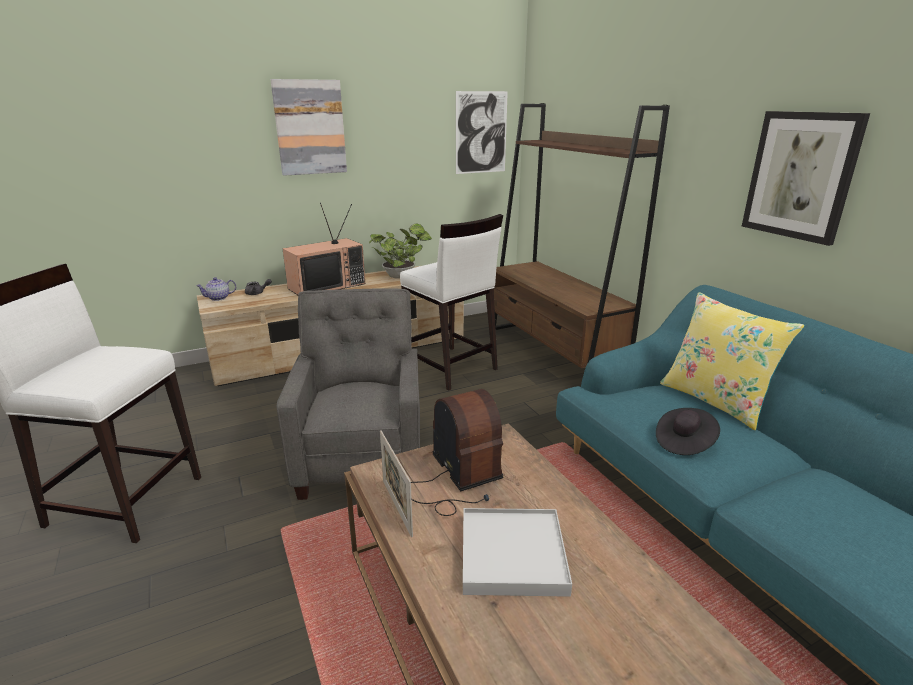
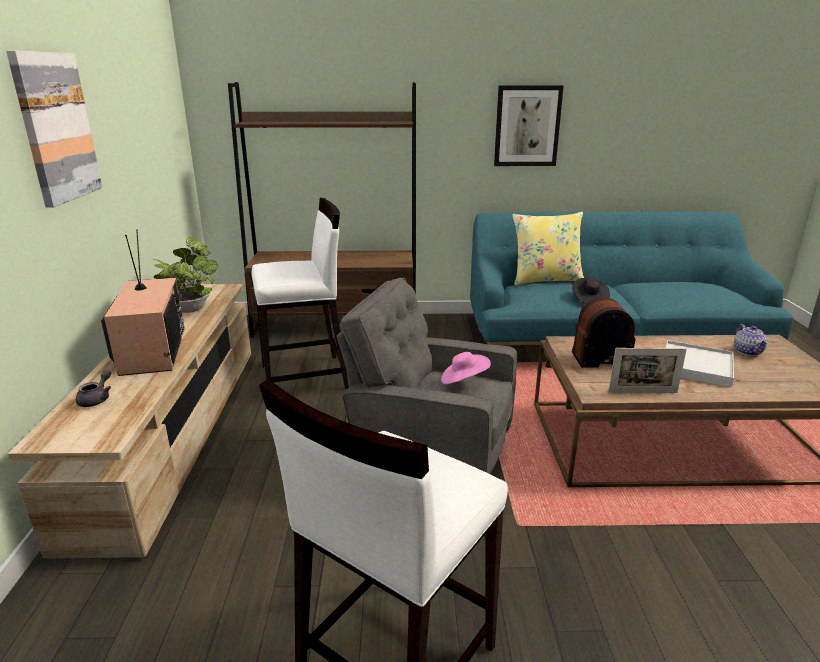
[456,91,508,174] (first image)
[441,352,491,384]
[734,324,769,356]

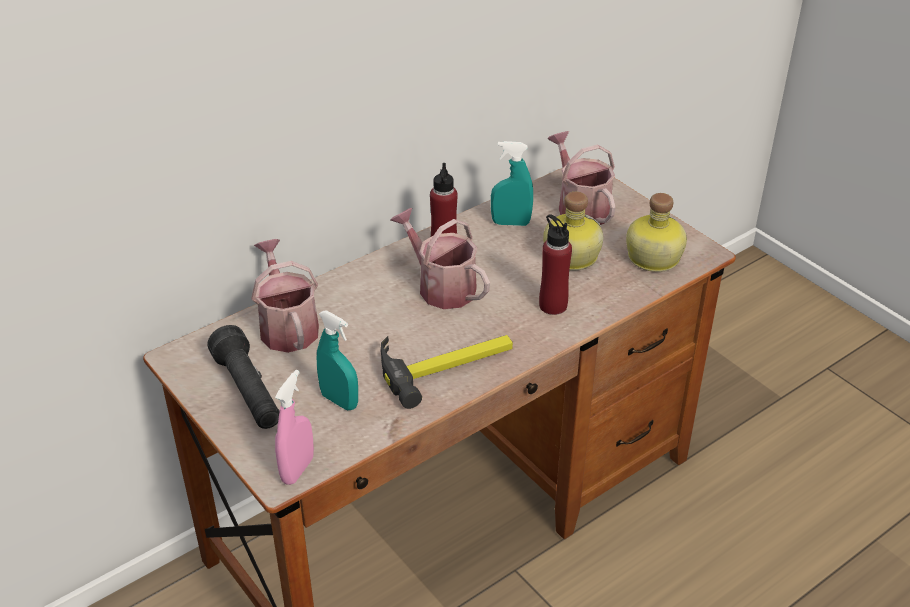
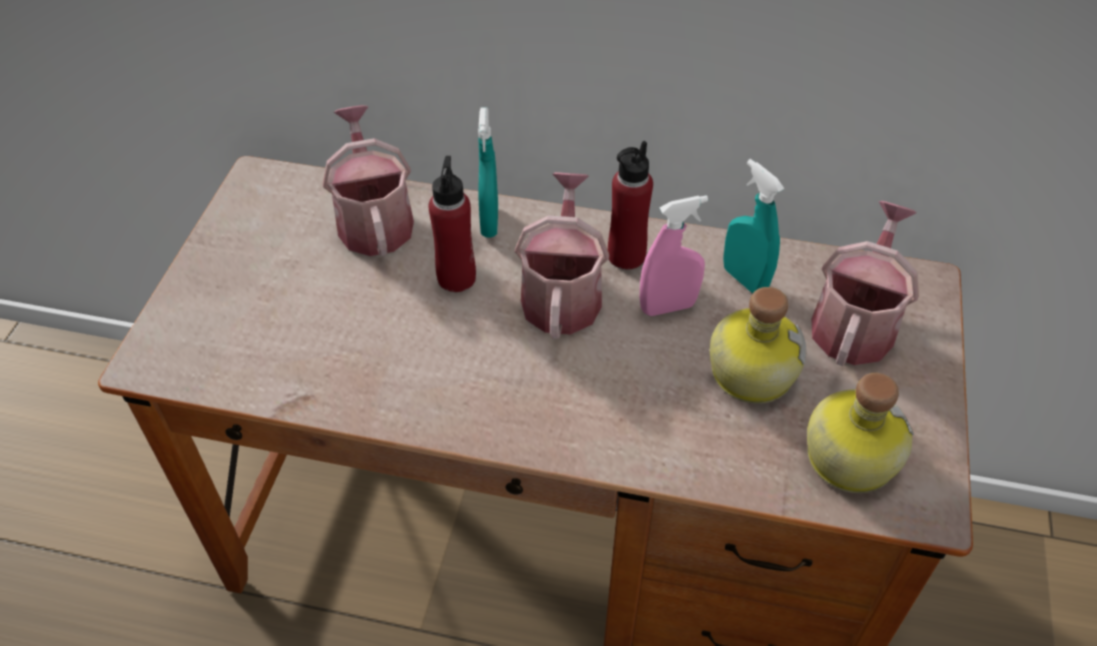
[207,325,280,429] (first image)
[381,335,513,409] (first image)
[640,195,708,316]
[478,108,498,238]
[428,156,476,292]
[322,105,414,256]

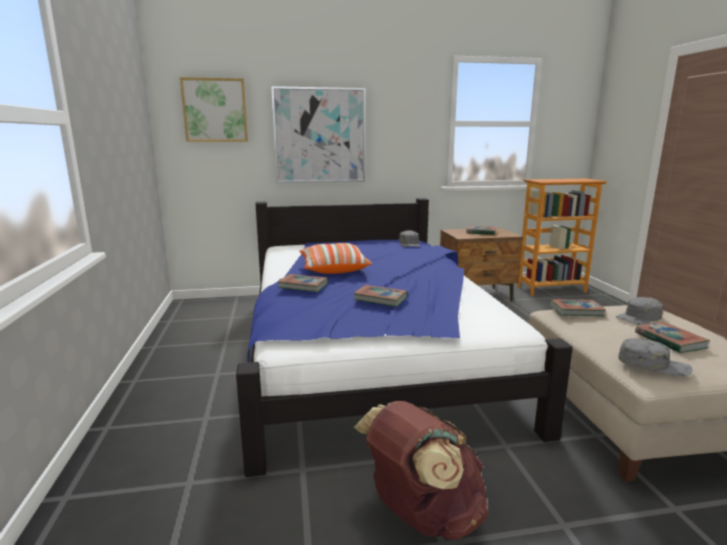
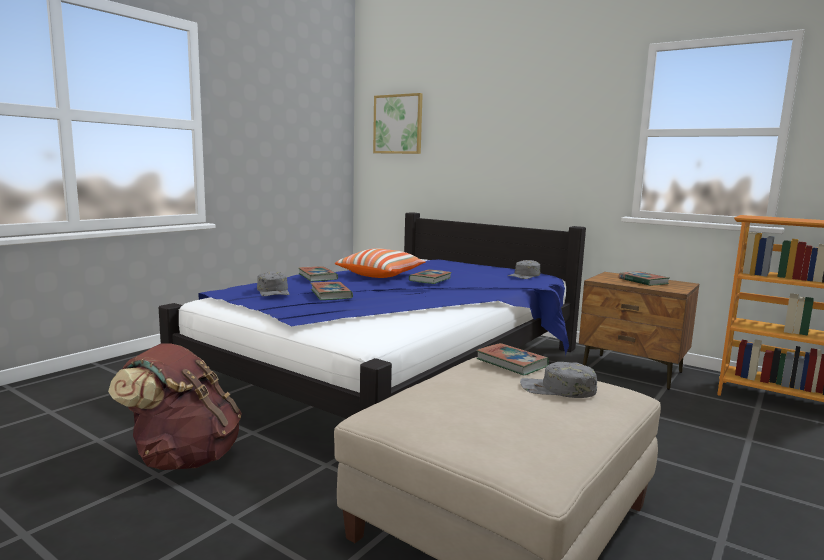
[271,86,365,183] (first image)
[257,271,289,296]
[409,269,452,284]

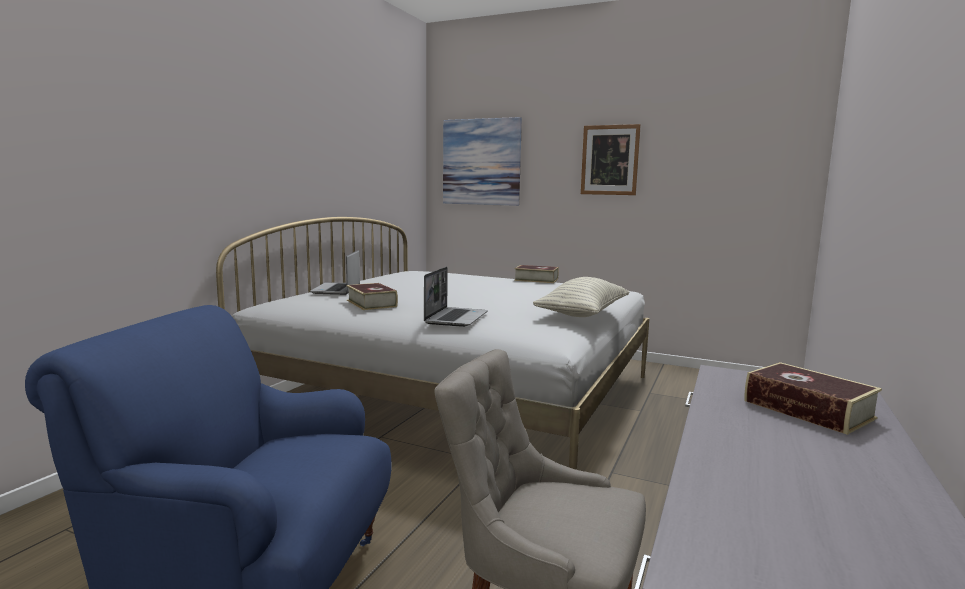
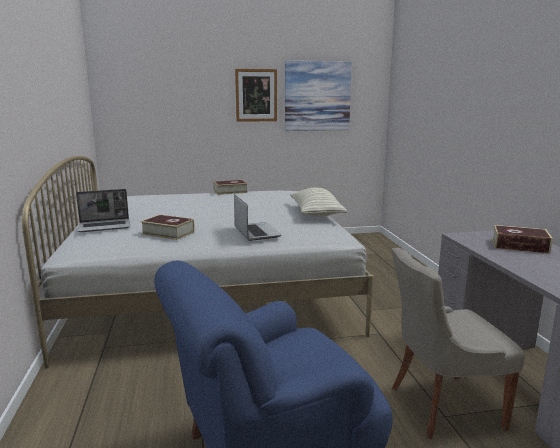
[285,61,352,131]
[76,189,130,232]

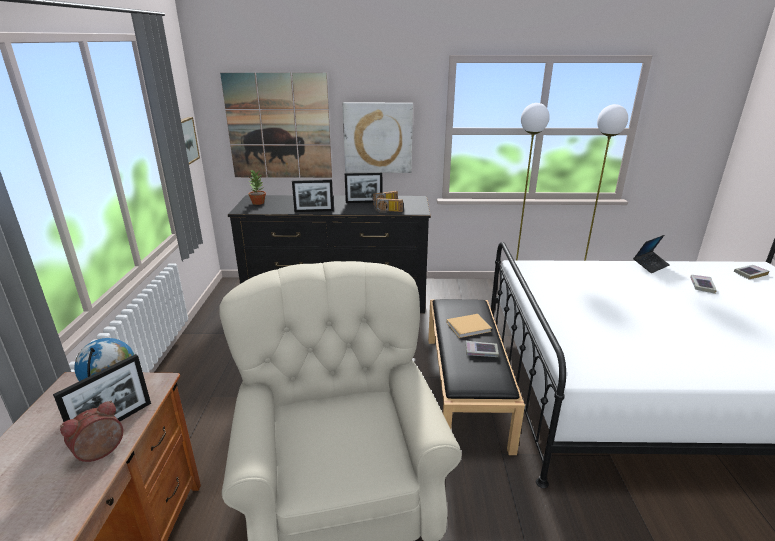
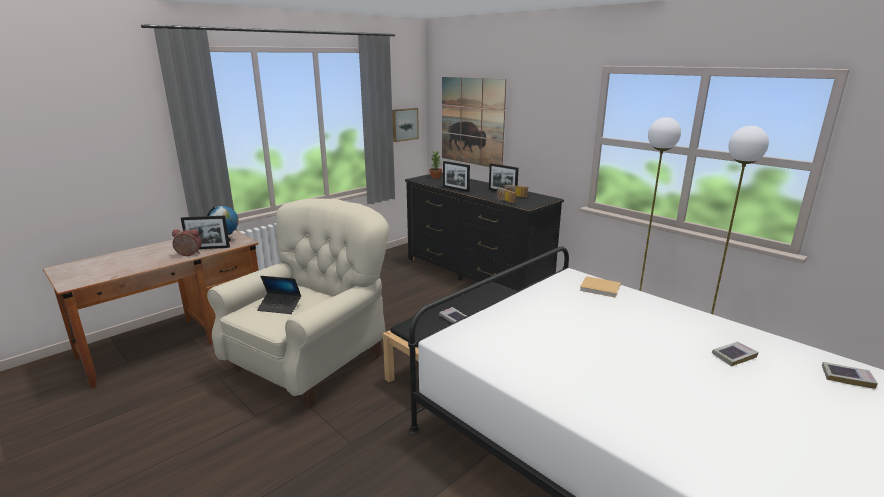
[343,103,413,173] (first image)
[580,276,621,298]
[257,276,301,314]

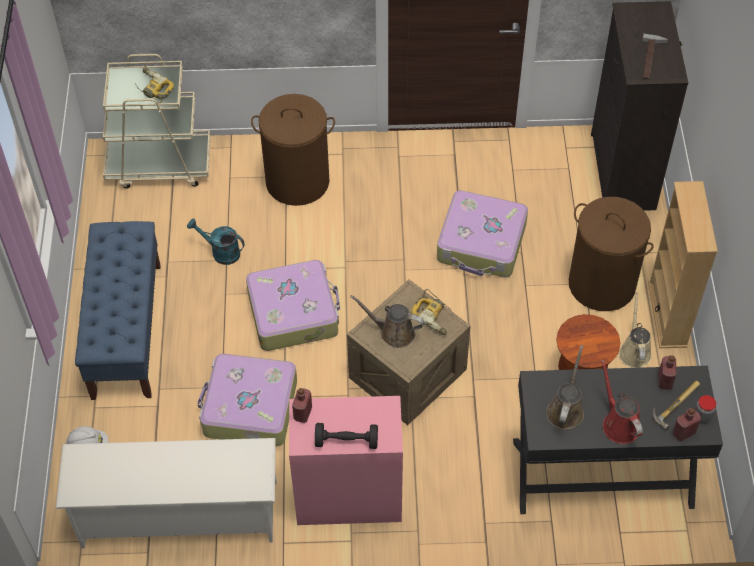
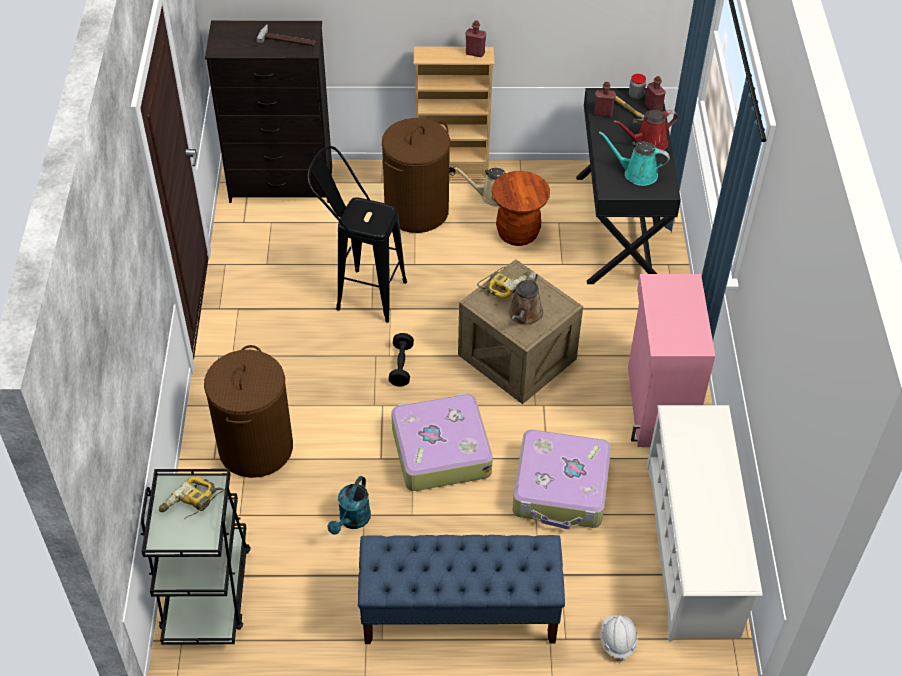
[466,21,486,57]
[389,333,414,387]
[307,146,407,323]
[141,469,251,645]
[599,132,670,186]

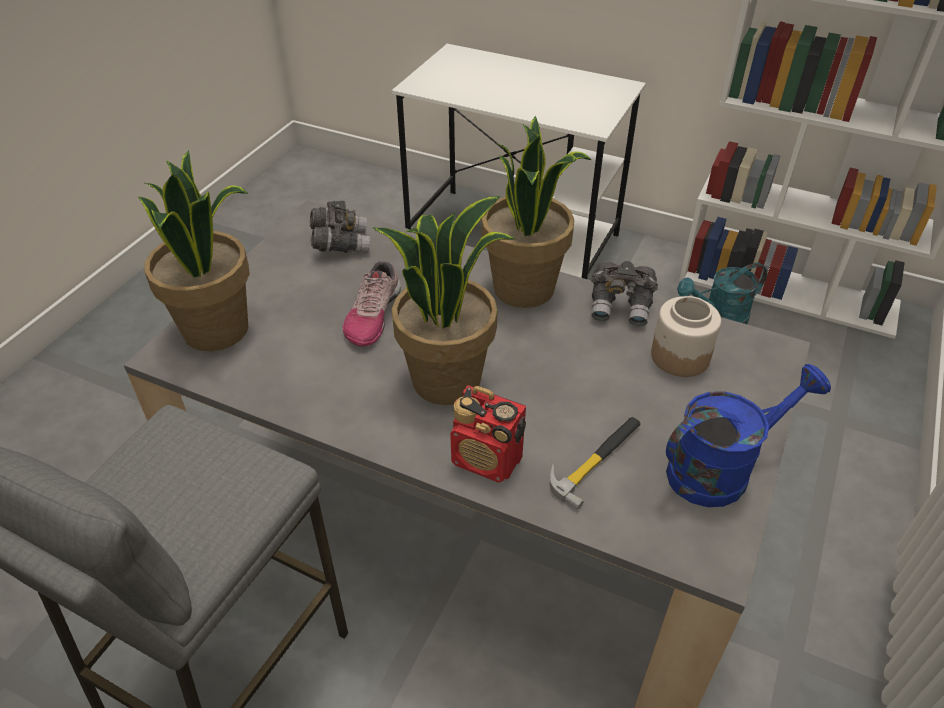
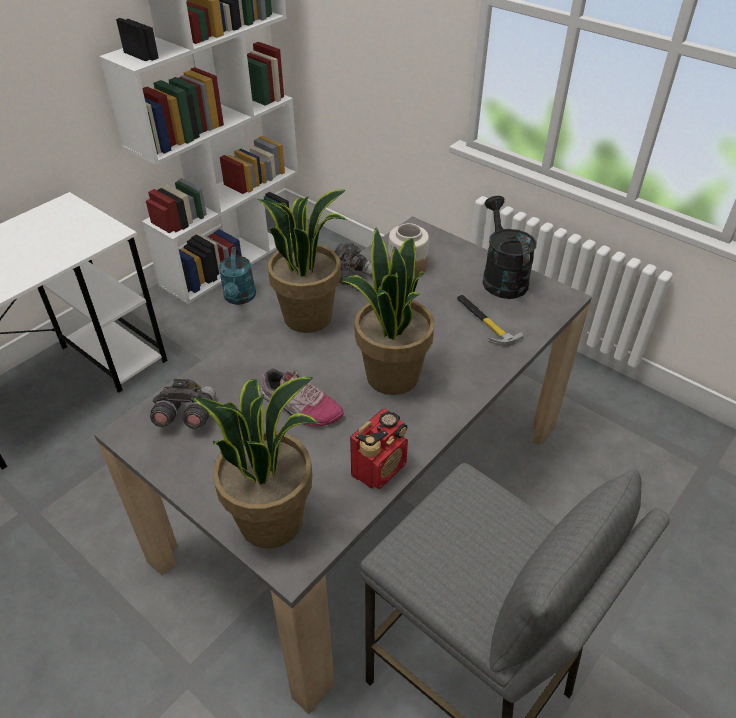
[350,409,408,489]
[482,196,537,299]

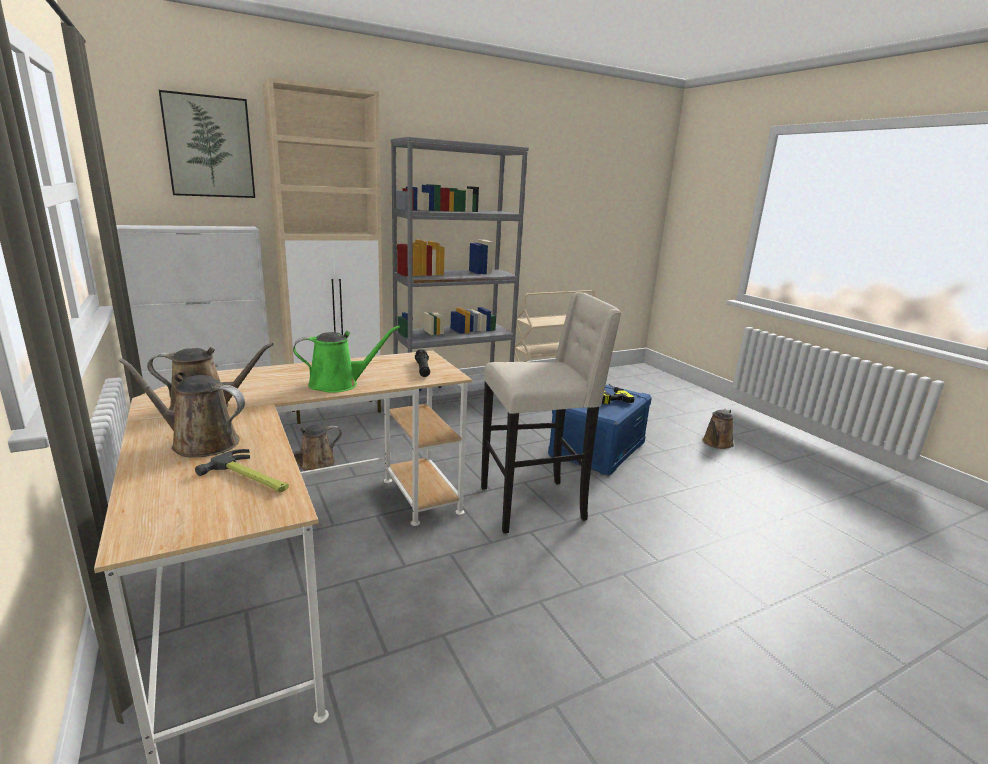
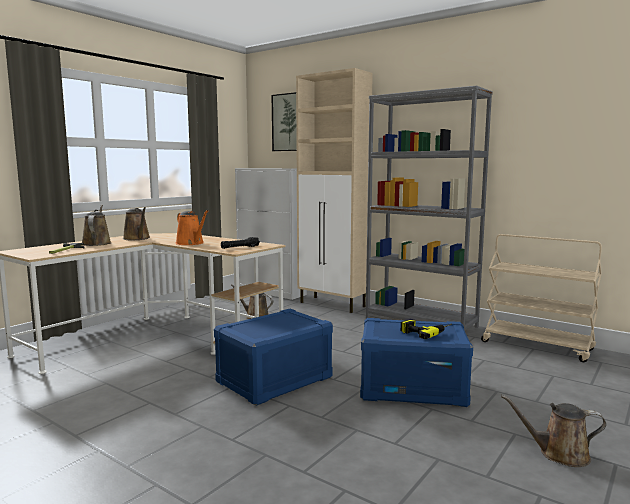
[214,309,333,406]
[176,210,209,245]

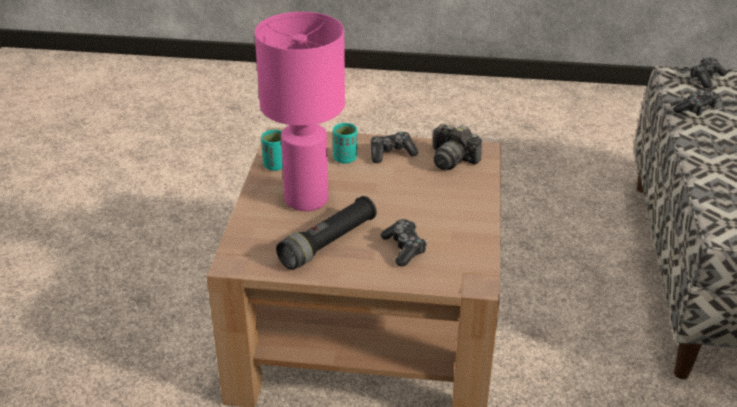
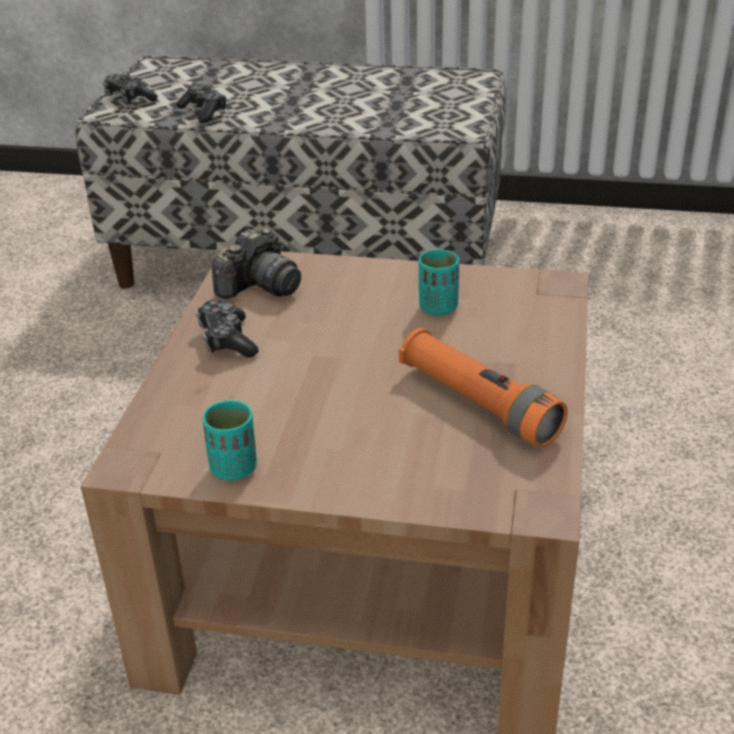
[255,12,345,211] (first image)
[381,219,427,267] (first image)
[419,249,459,316]
[399,328,568,447]

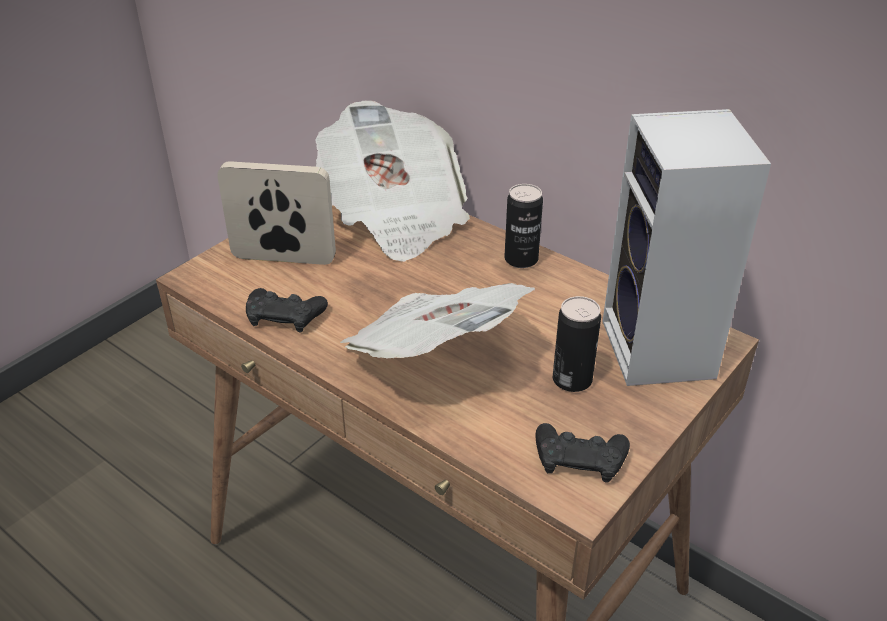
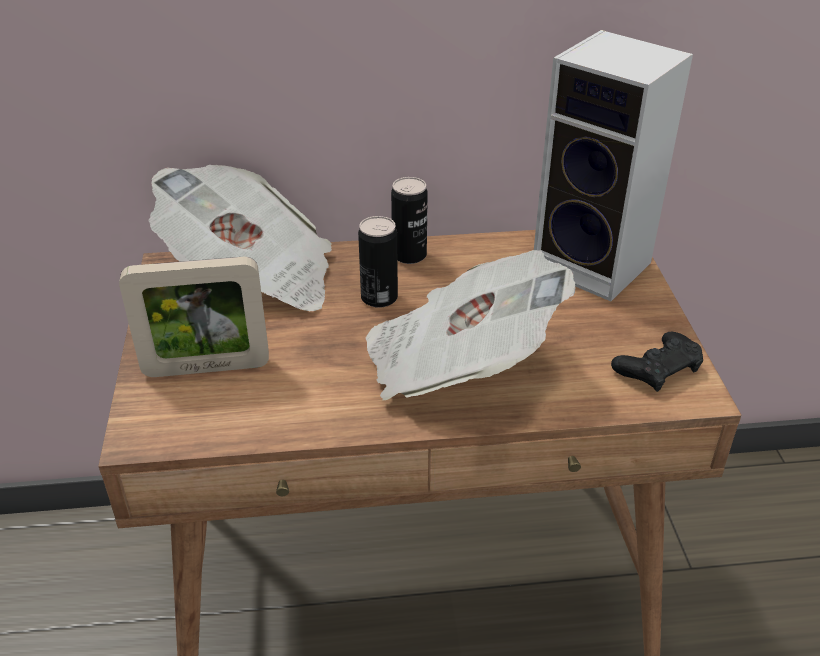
[246,288,328,333] (first image)
[358,216,398,308]
[119,257,269,377]

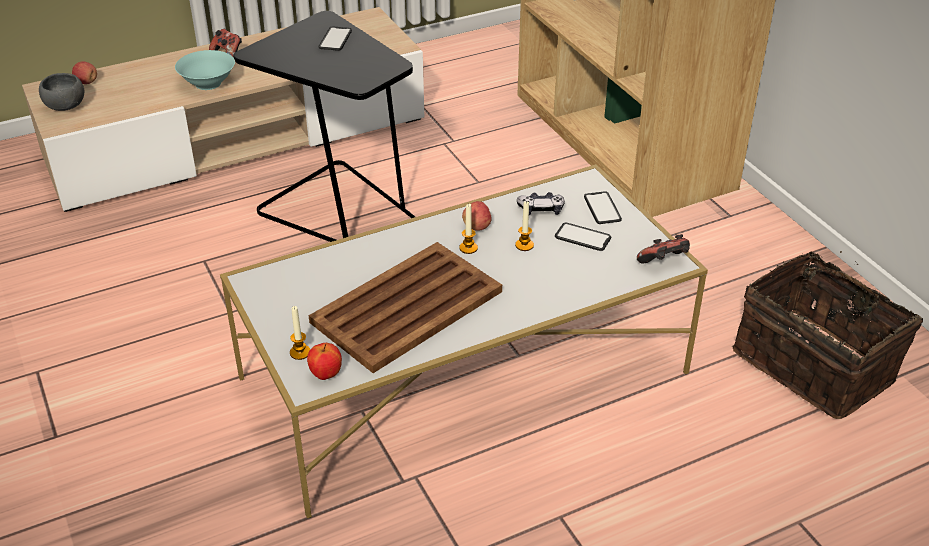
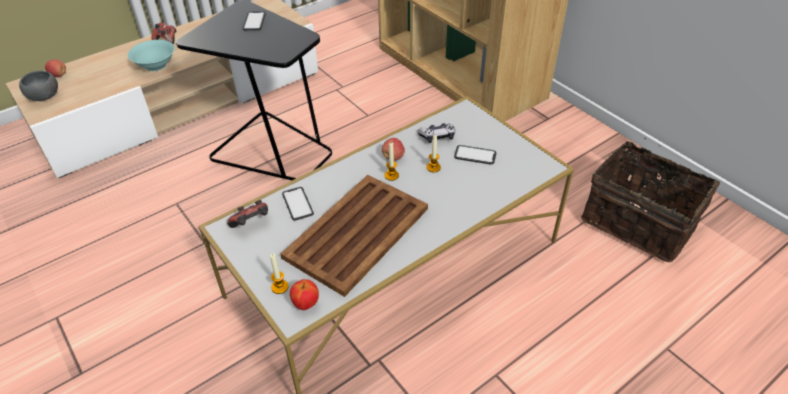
[282,187,314,221]
[227,200,268,228]

